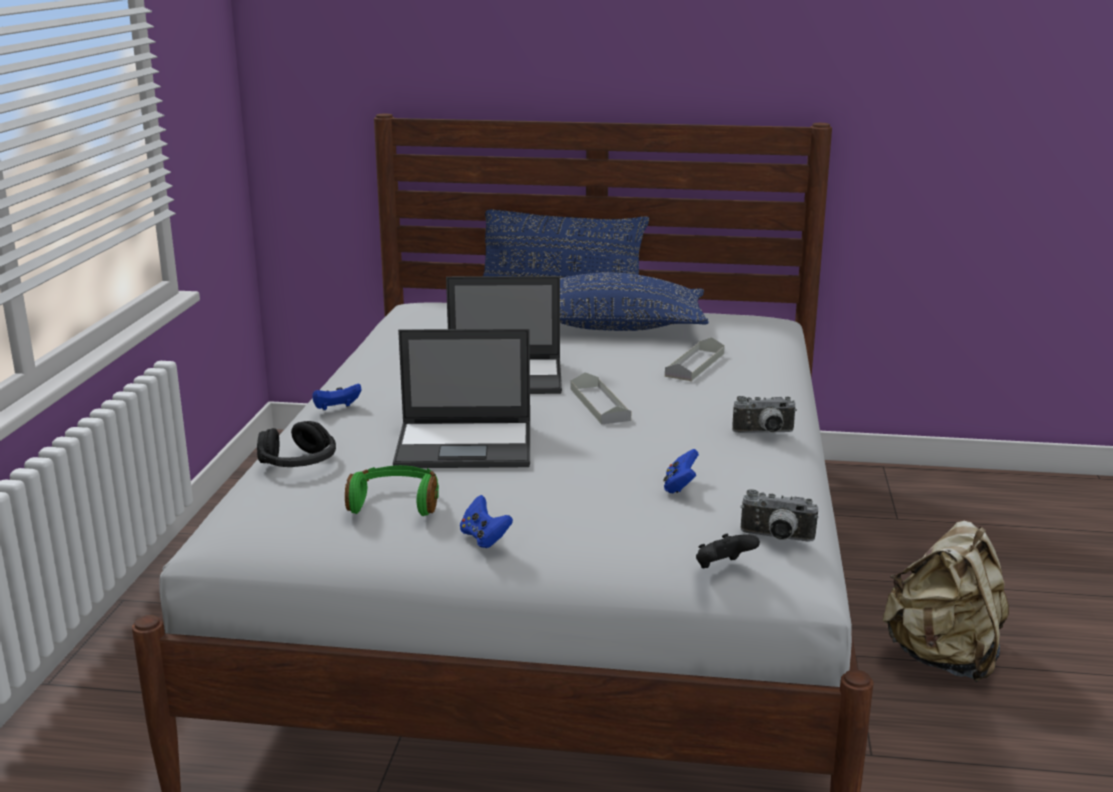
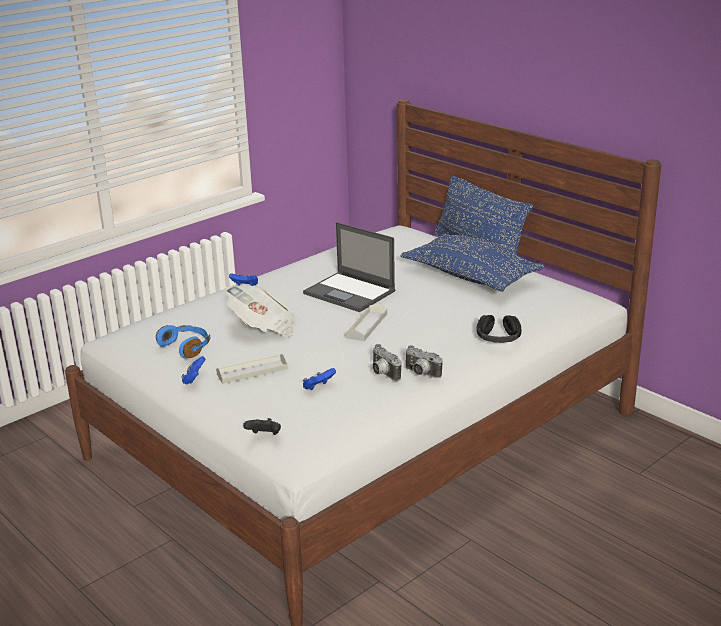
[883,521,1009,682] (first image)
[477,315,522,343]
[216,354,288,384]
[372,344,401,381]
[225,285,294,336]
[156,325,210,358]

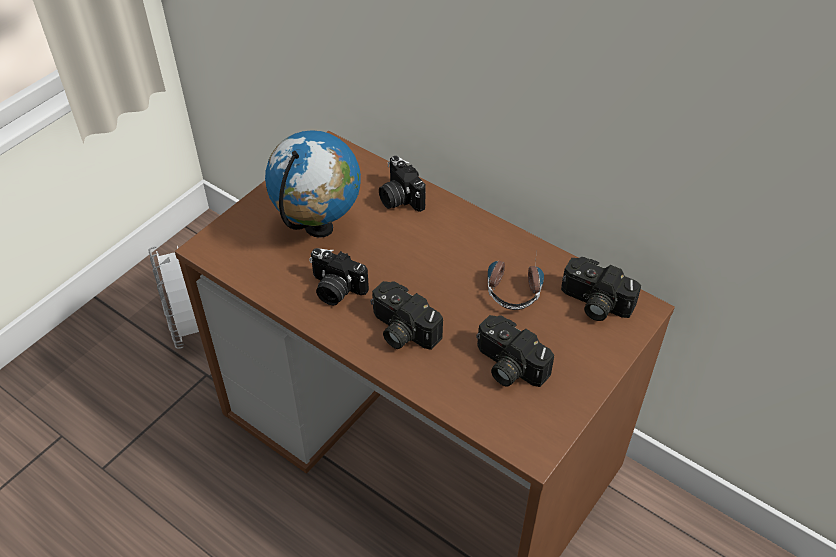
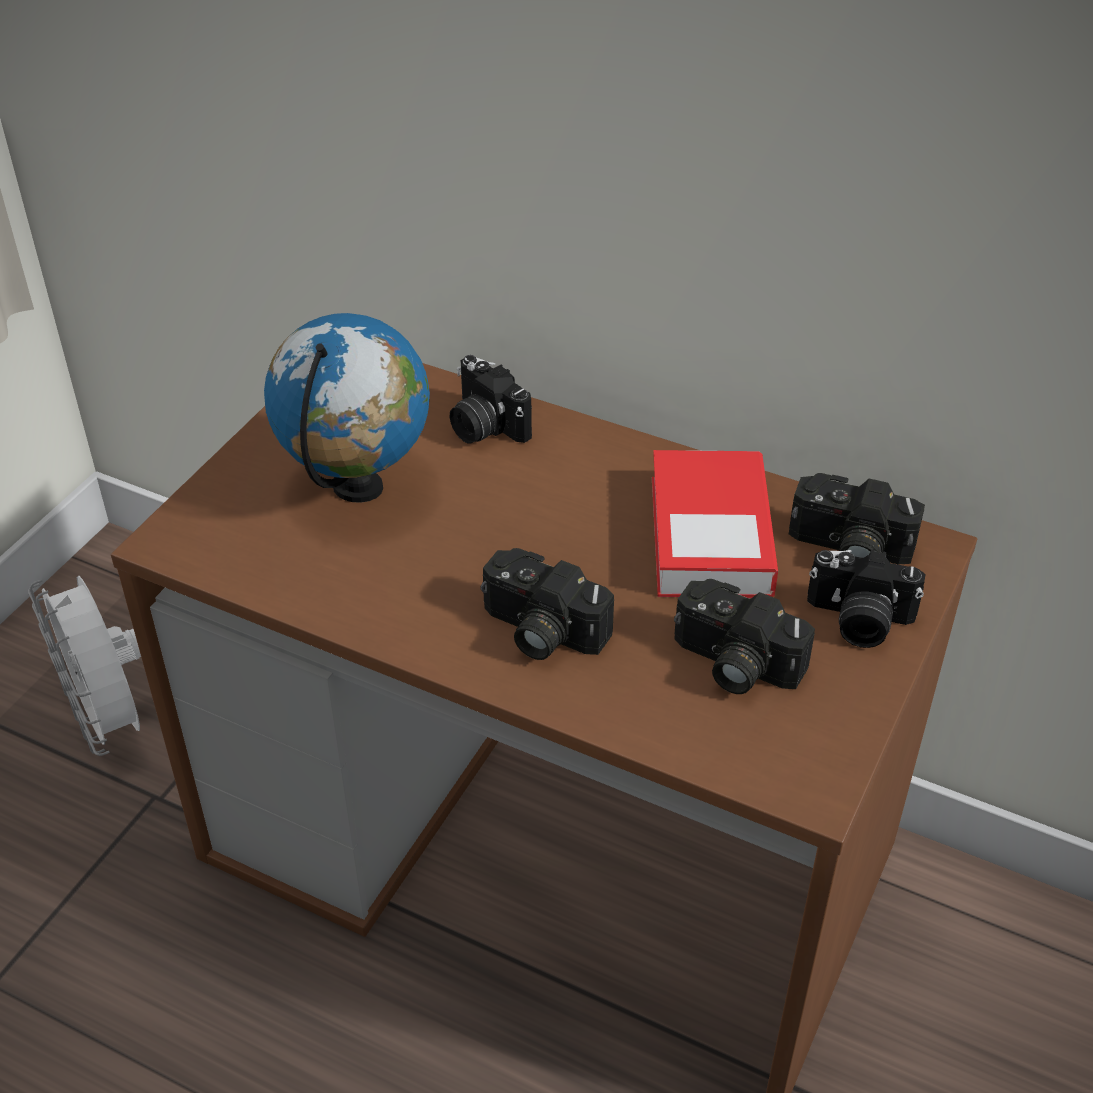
[807,549,926,648]
[652,450,778,598]

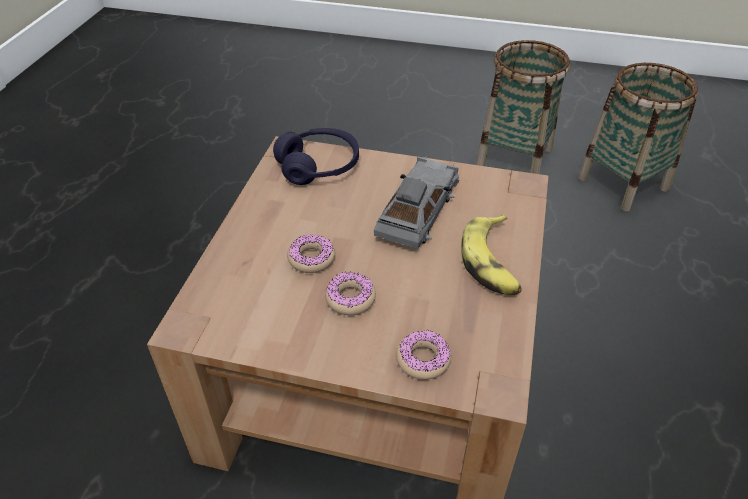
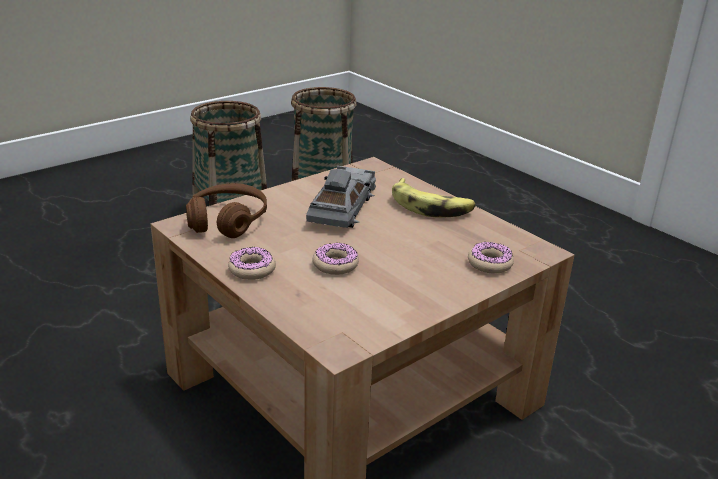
[228,247,276,280]
[186,183,267,238]
[306,166,376,228]

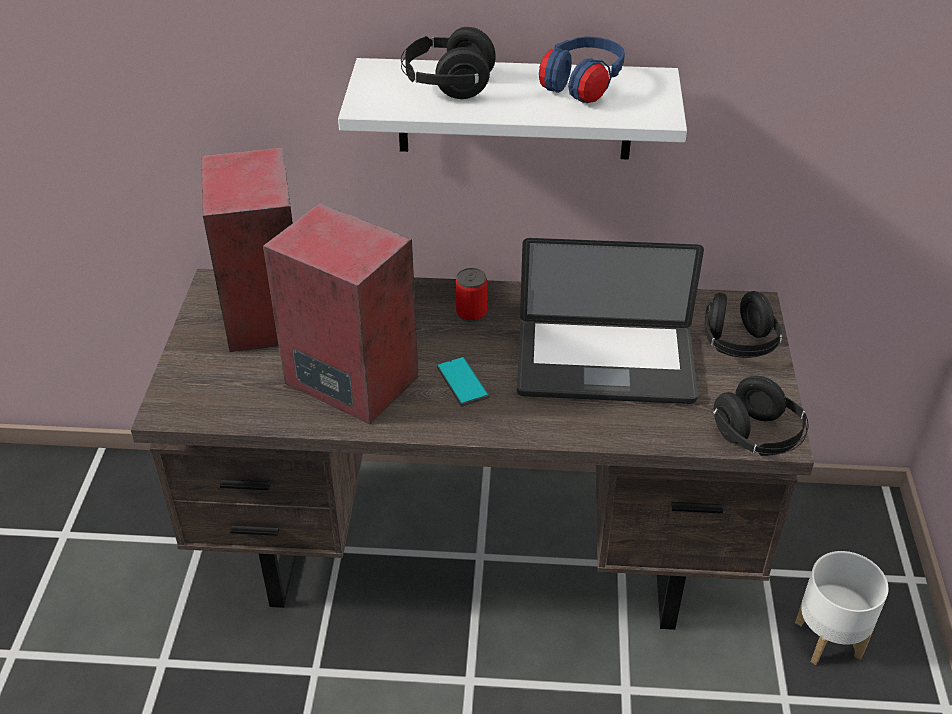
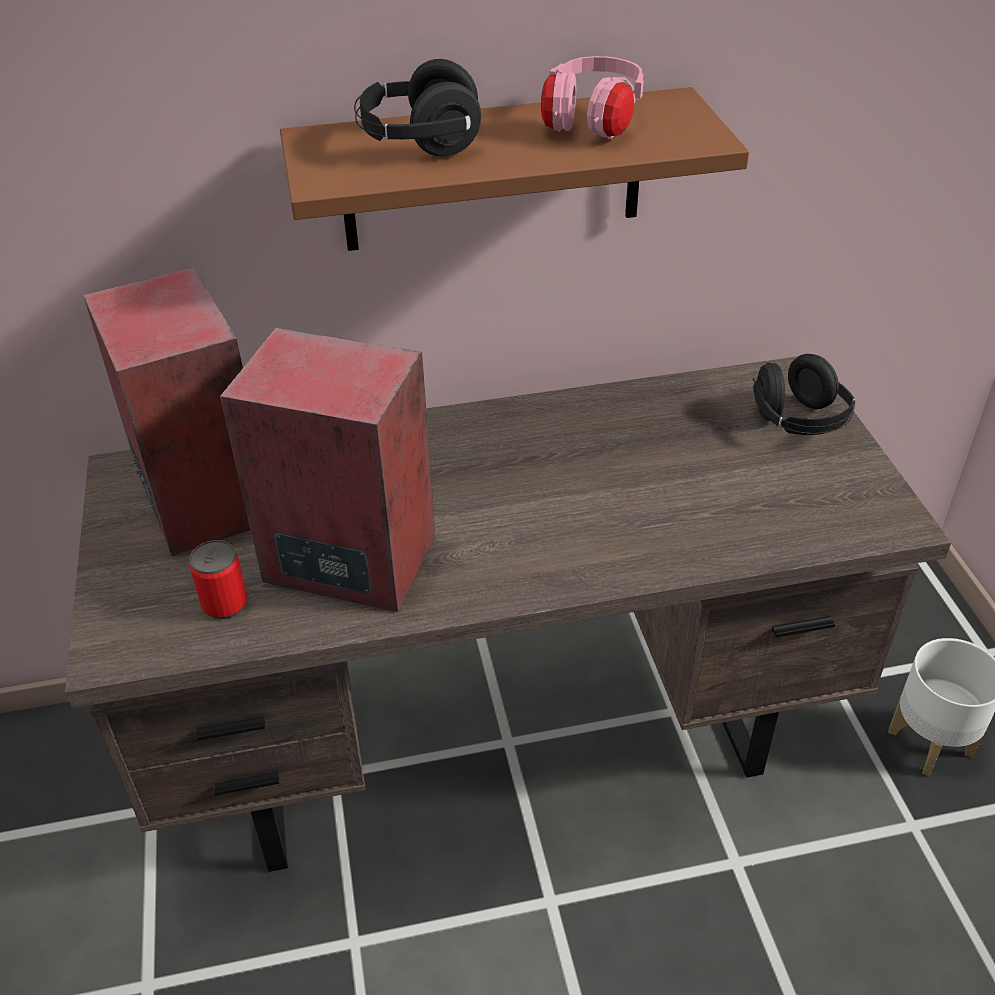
[437,357,489,407] (first image)
[517,238,704,404] (first image)
[711,376,808,456] (first image)
[189,540,247,619]
[280,87,749,251]
[541,56,644,139]

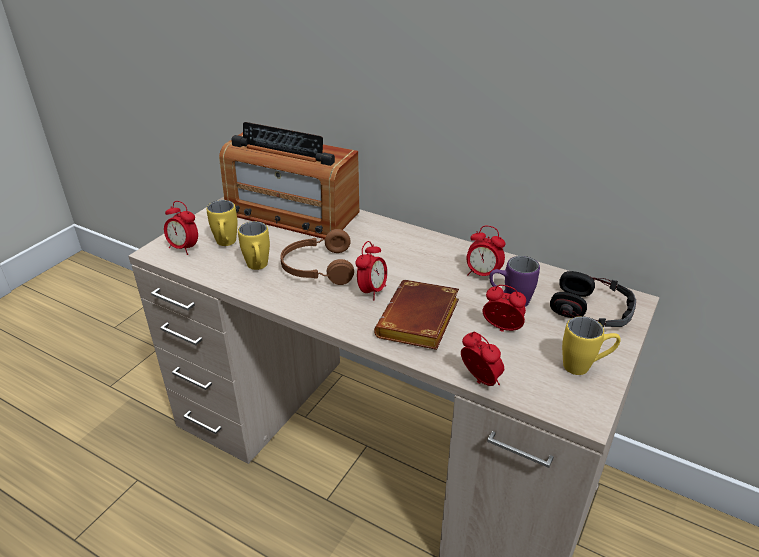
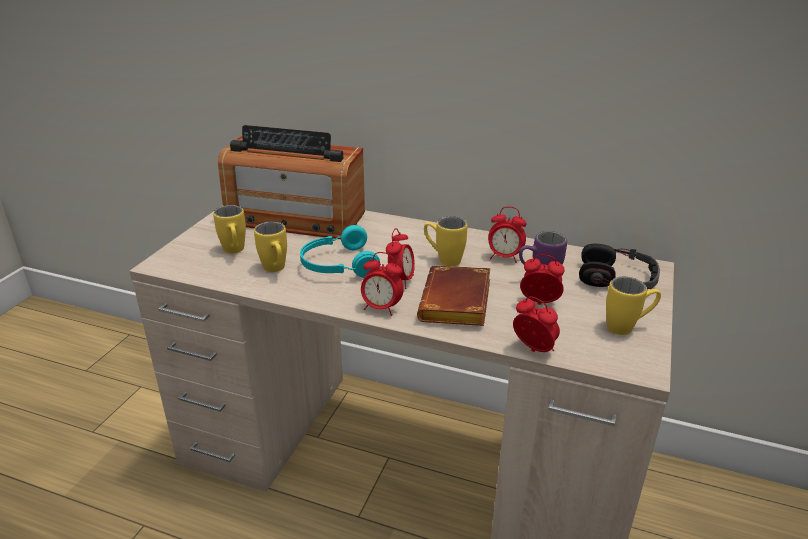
[424,216,467,266]
[361,252,404,316]
[300,225,380,278]

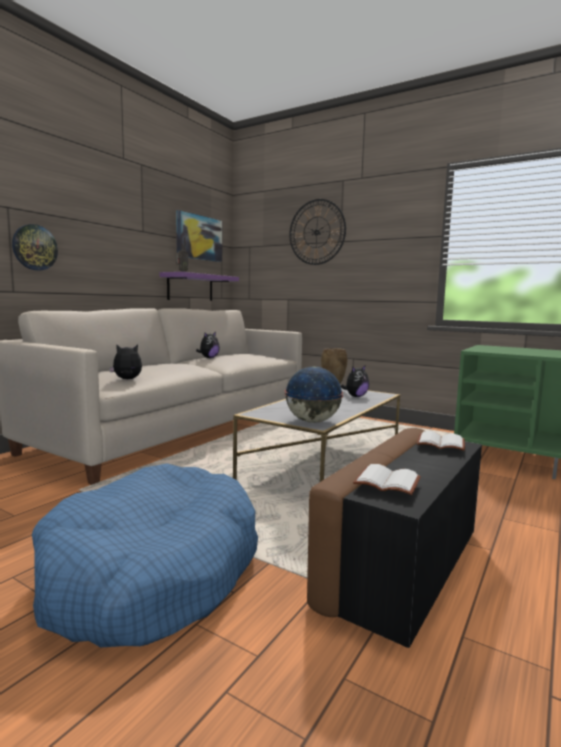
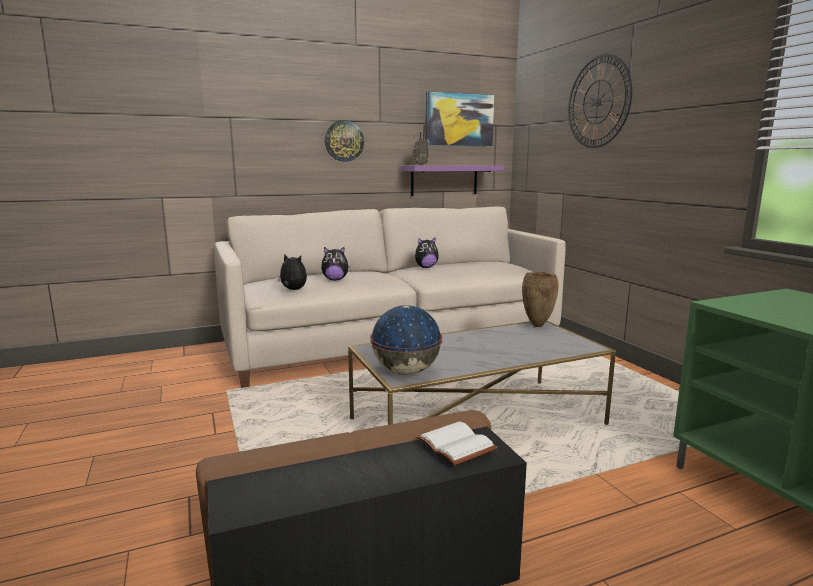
[32,463,258,647] (first image)
[353,464,421,495] (first image)
[325,120,364,162]
[321,247,351,280]

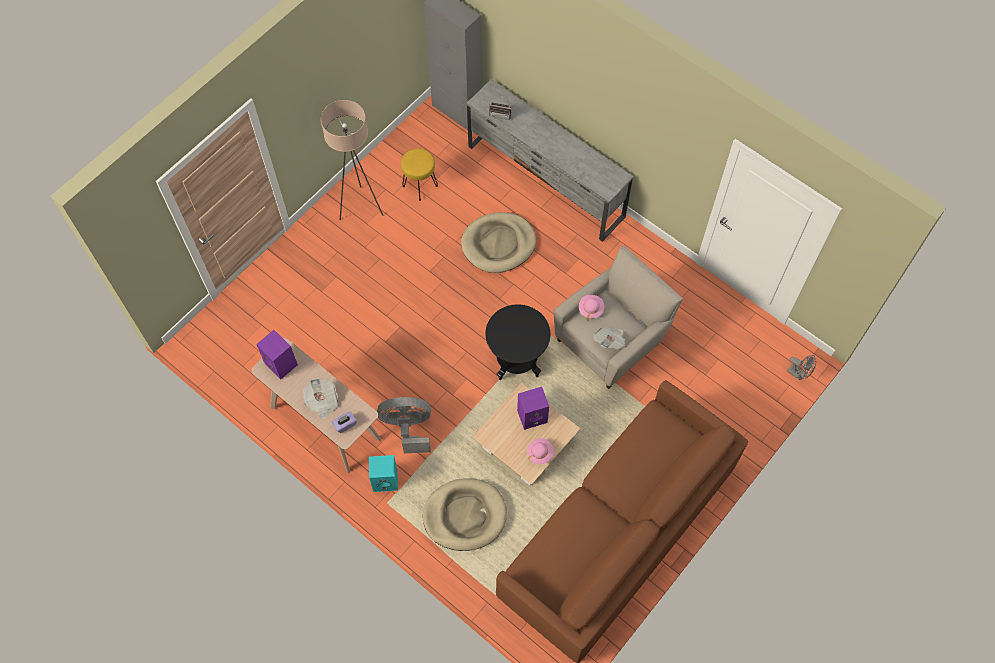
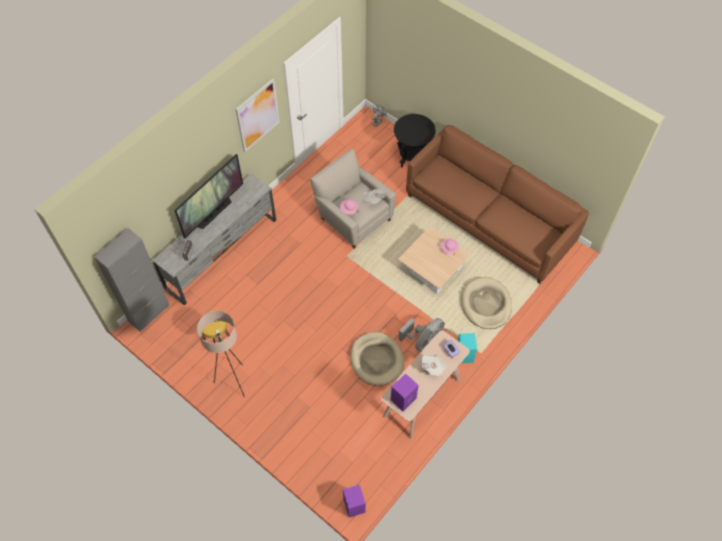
[175,154,243,239]
[236,79,280,152]
[350,332,404,386]
[394,114,436,168]
[343,484,366,518]
[398,318,445,352]

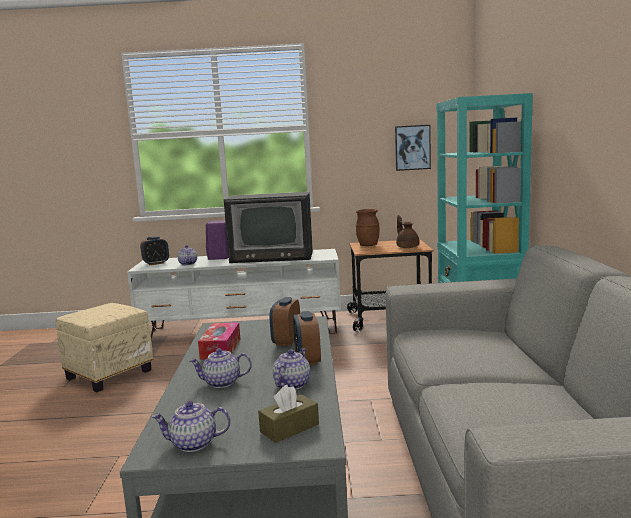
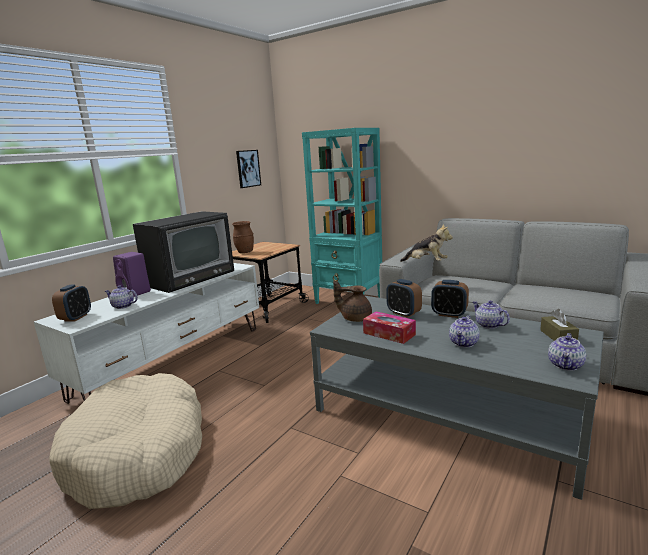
[400,224,453,262]
[333,281,372,322]
[49,373,202,509]

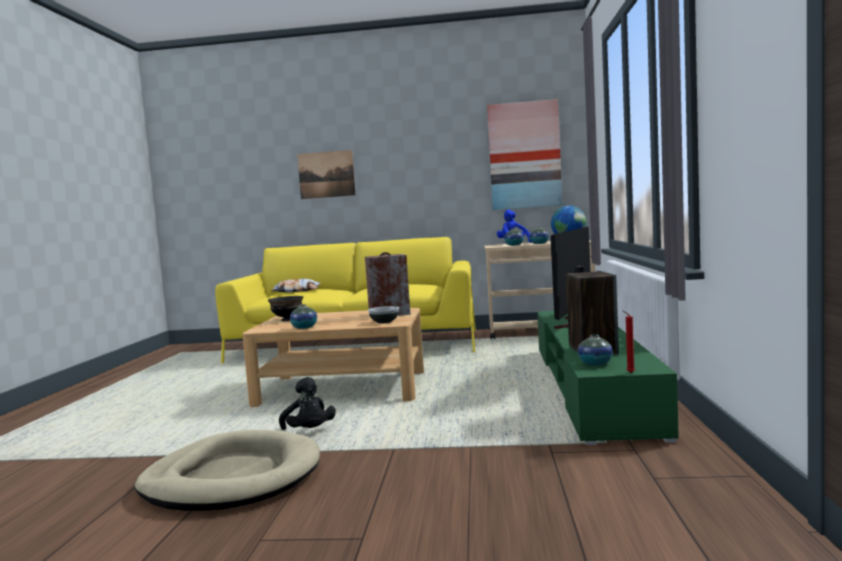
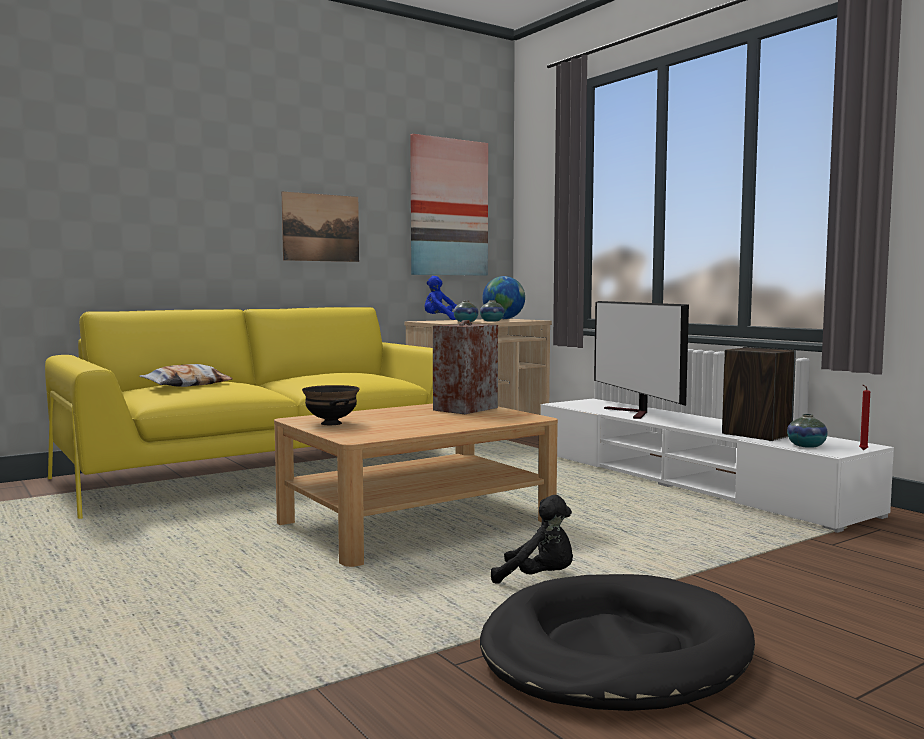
[290,304,317,329] (first image)
[368,306,399,323] (first image)
[282,192,359,262]
[480,574,755,711]
[541,399,894,533]

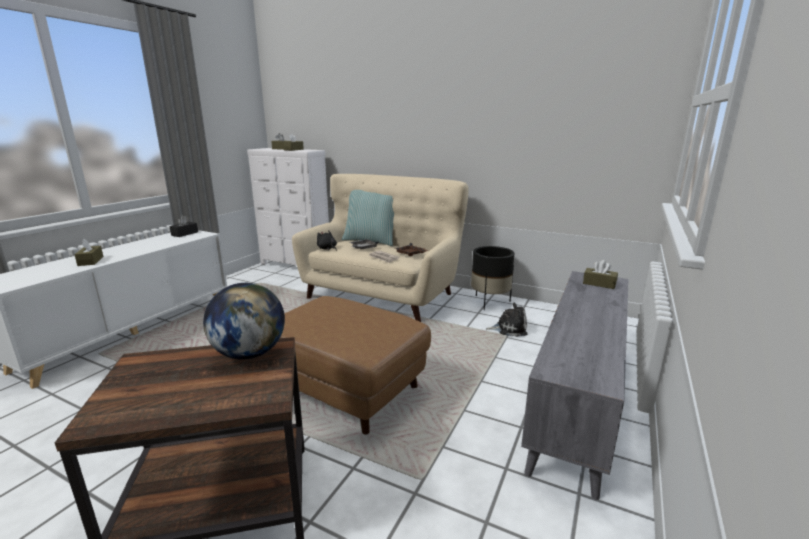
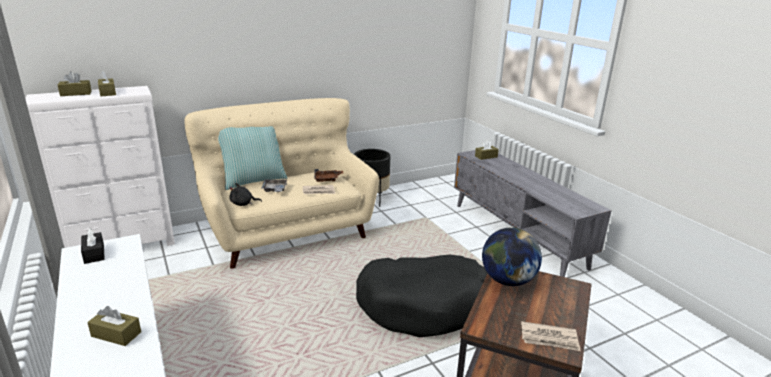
[486,303,527,337] (first image)
[521,321,581,351]
[356,255,488,337]

